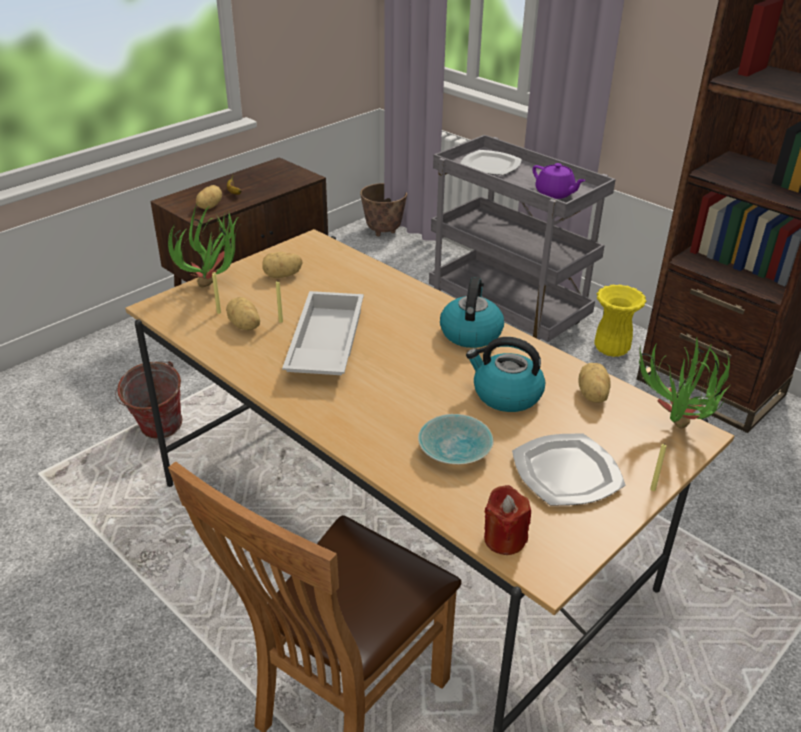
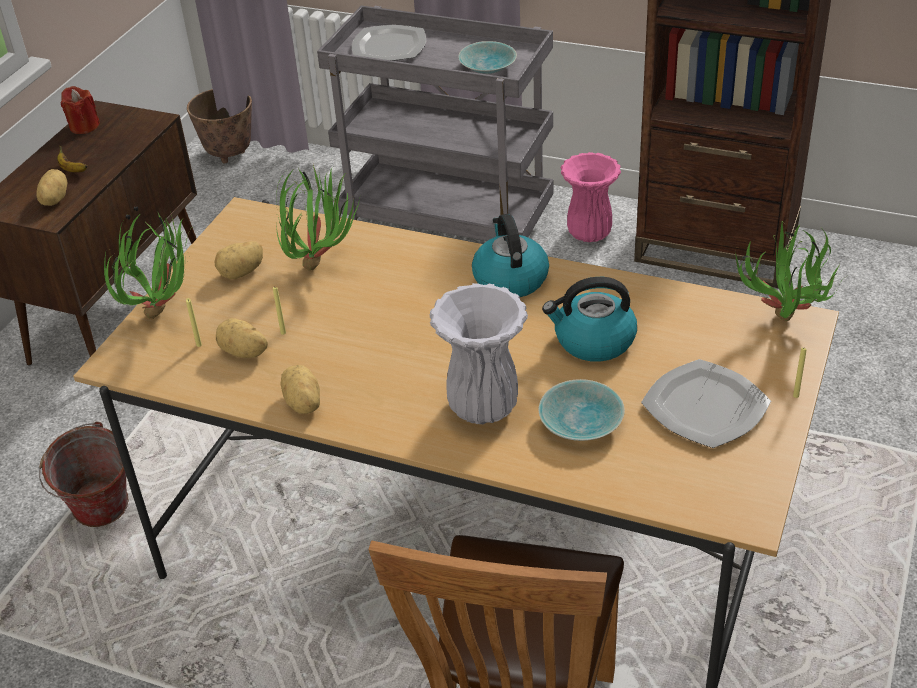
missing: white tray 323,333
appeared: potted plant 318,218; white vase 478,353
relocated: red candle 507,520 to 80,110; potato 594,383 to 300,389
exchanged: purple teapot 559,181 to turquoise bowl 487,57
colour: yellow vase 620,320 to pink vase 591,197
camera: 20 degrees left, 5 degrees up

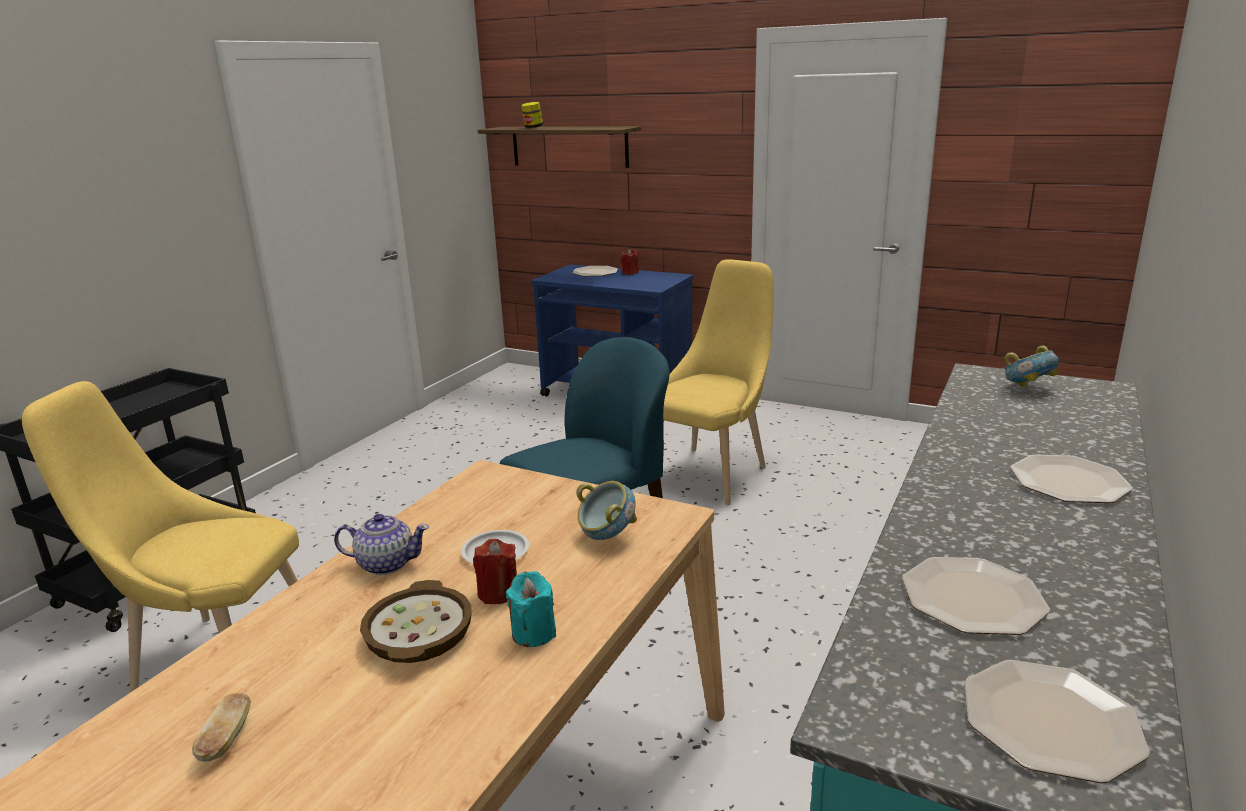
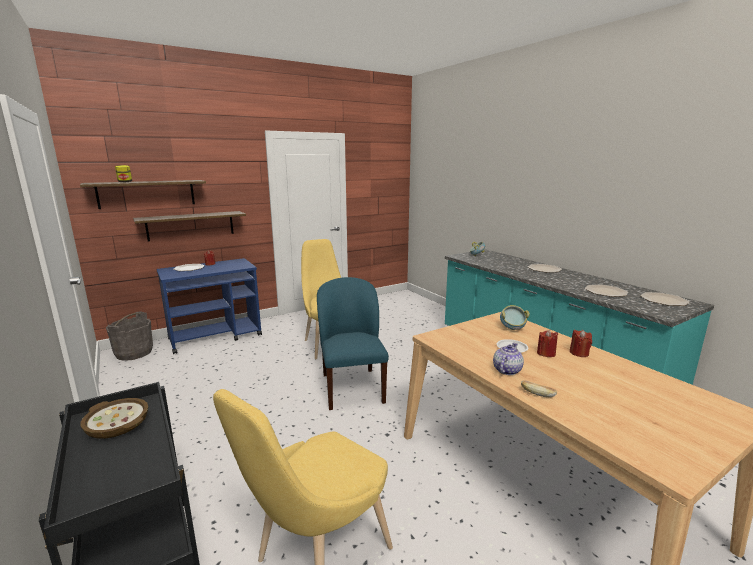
appeared: grey bucket 129,336; shelf 189,226
relocated: bowl 416,621 to 114,418; bread 221,727 to 539,388
colour: turquoise candle 531,609 to red candle 581,343
camera: 60 degrees left, 5 degrees down

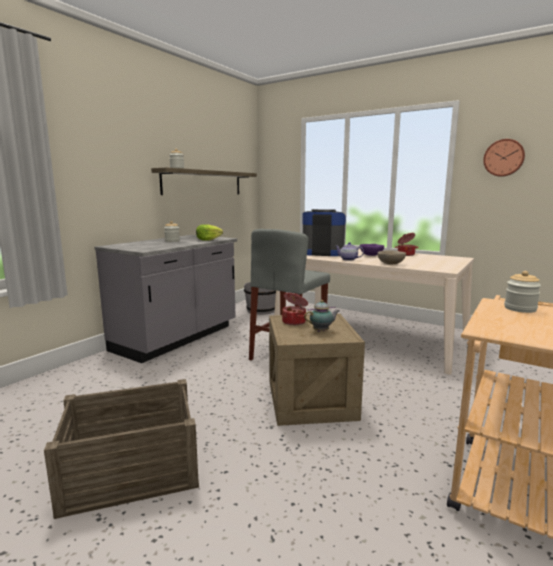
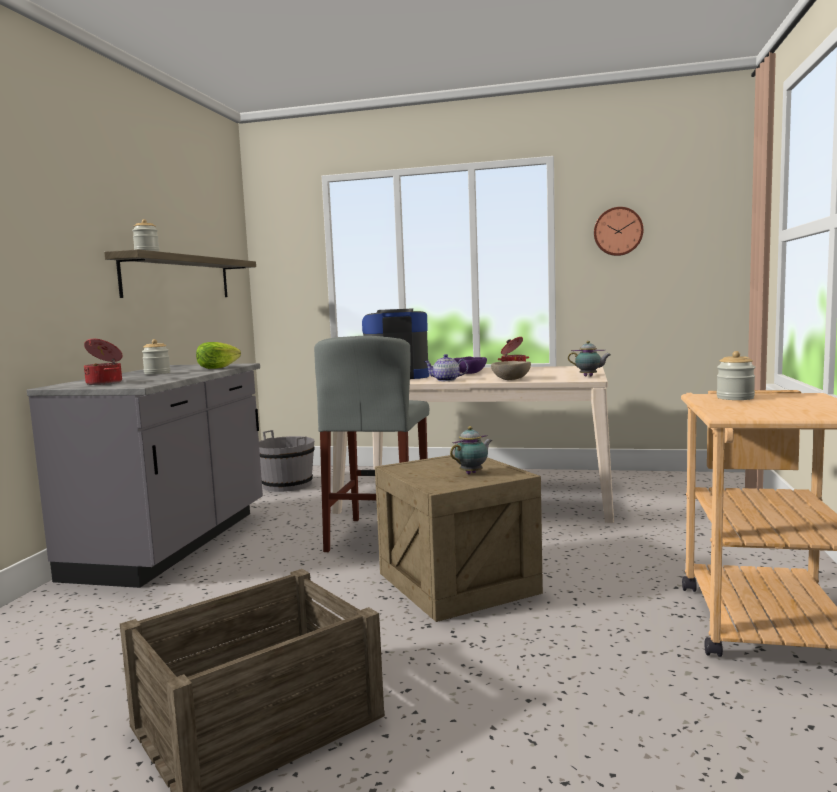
appeared: teapot 589,358
relocated: cooking pot 295,309 to 103,362
camera: 20 degrees left, 5 degrees down

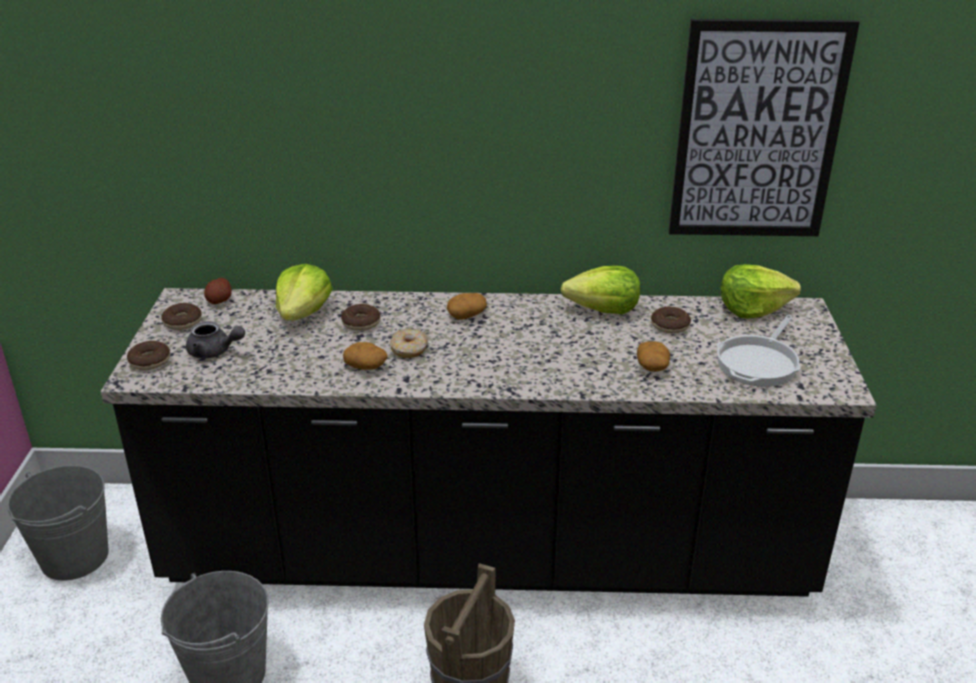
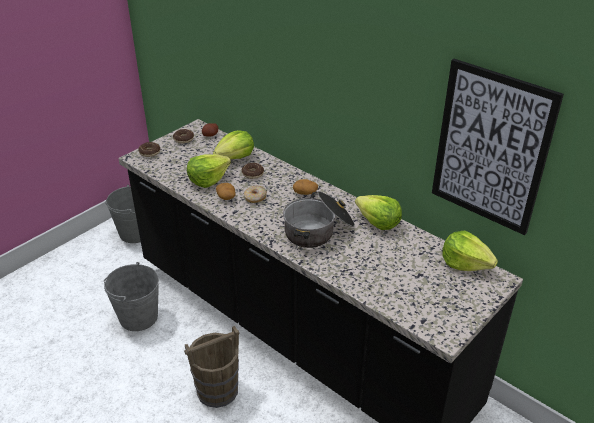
missing: grey teapot 215,339; potato 653,357; donut 671,320; frying pan 759,351
appeared: lettuce 209,171; cooking pot 319,220
camera: 40 degrees right, 5 degrees up

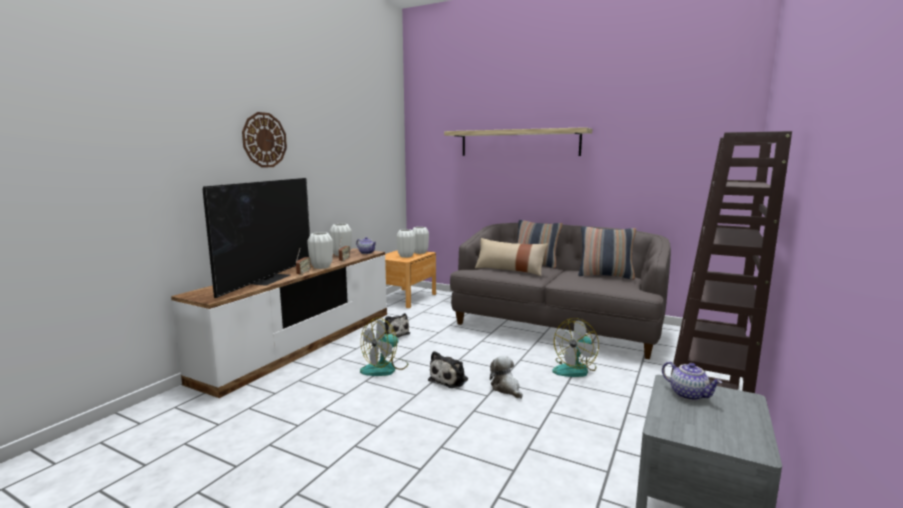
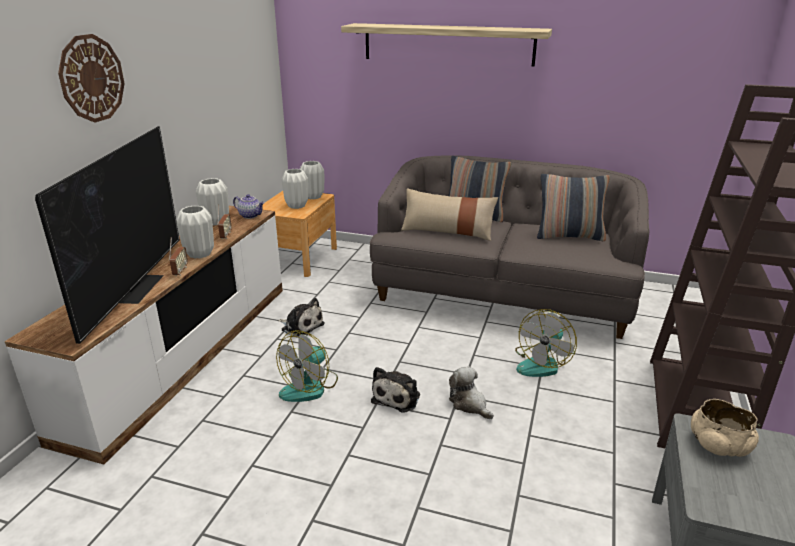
exchanged: teapot 692,381 to beige bowl 725,428
camera: 10 degrees left, 15 degrees up

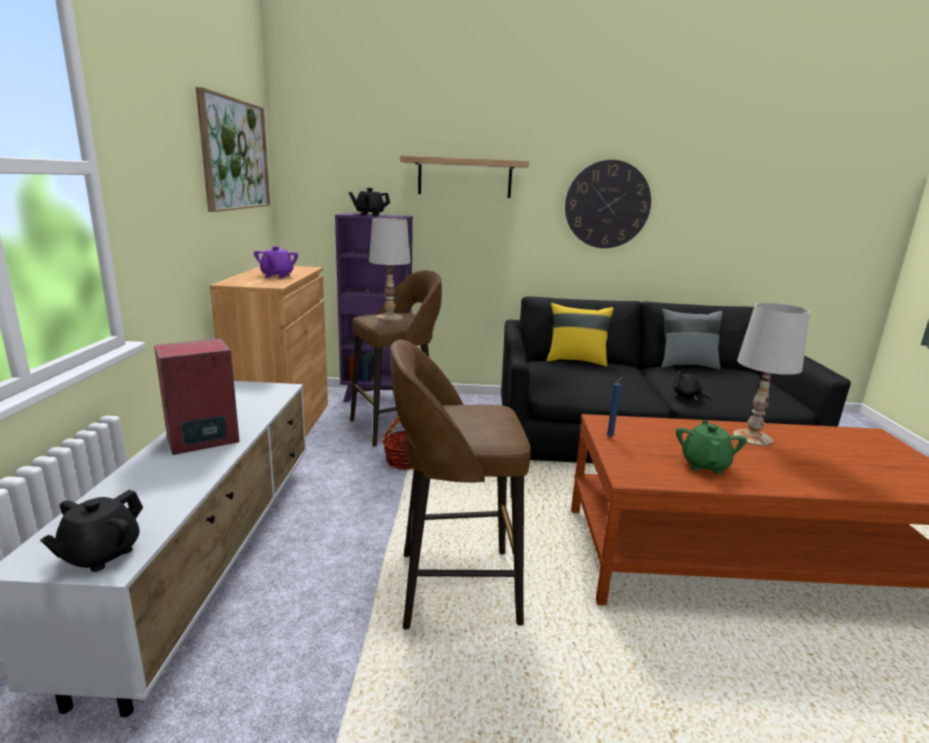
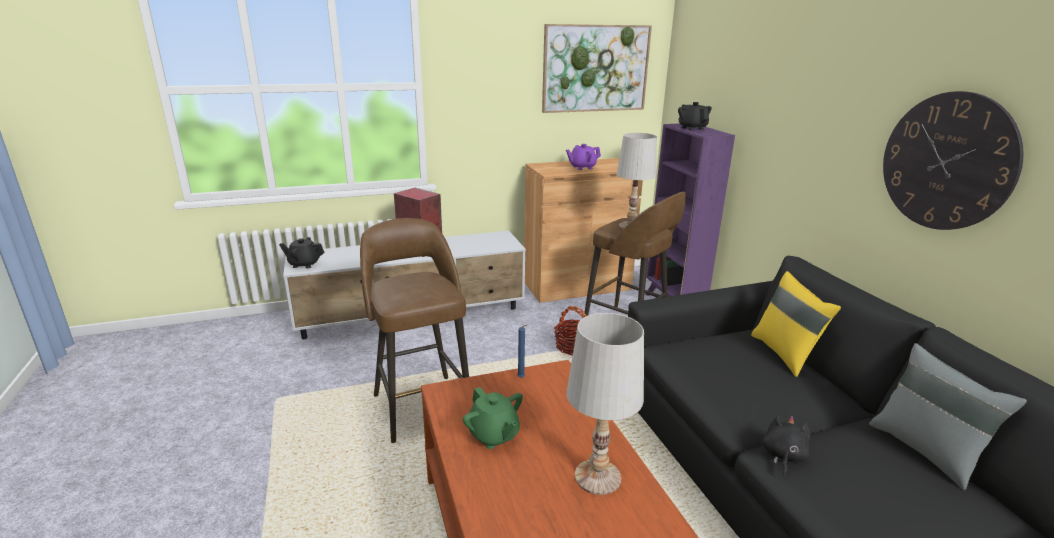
missing: shelf 464,176
spun: green teapot 711,447 = 493,418 60 degrees clockwise
camera: 70 degrees right, 5 degrees up

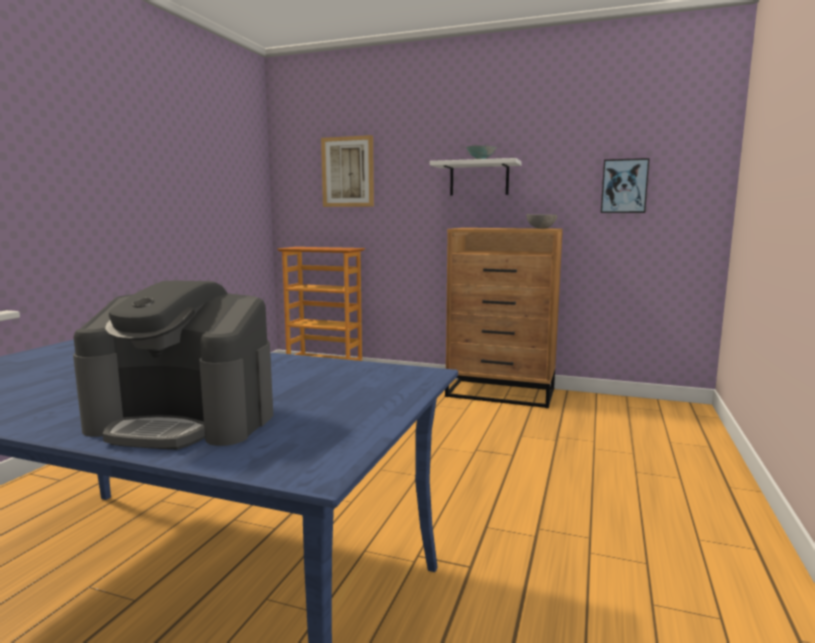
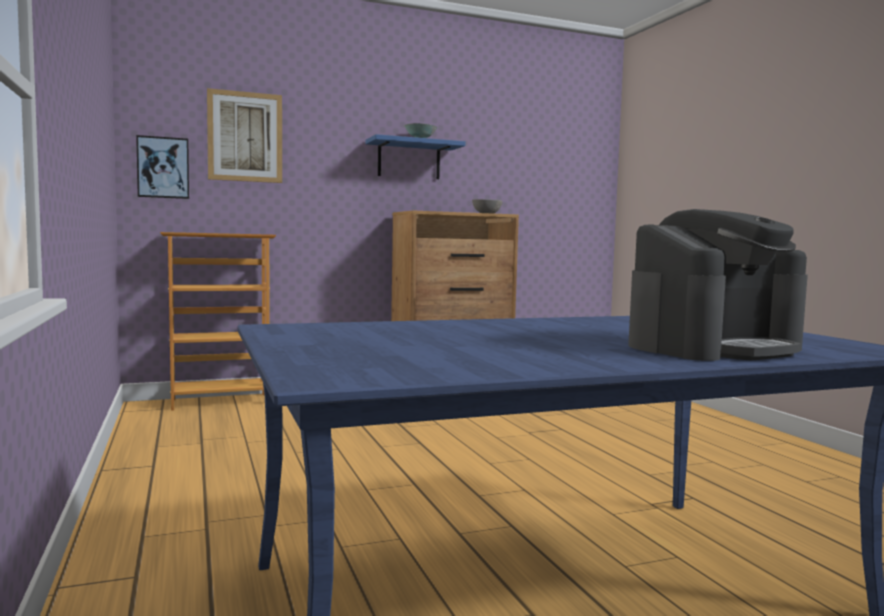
relocated: picture 625,185 to 162,167
colour: white shelf 476,177 to blue shelf 415,156
camera: 40 degrees left, 5 degrees down

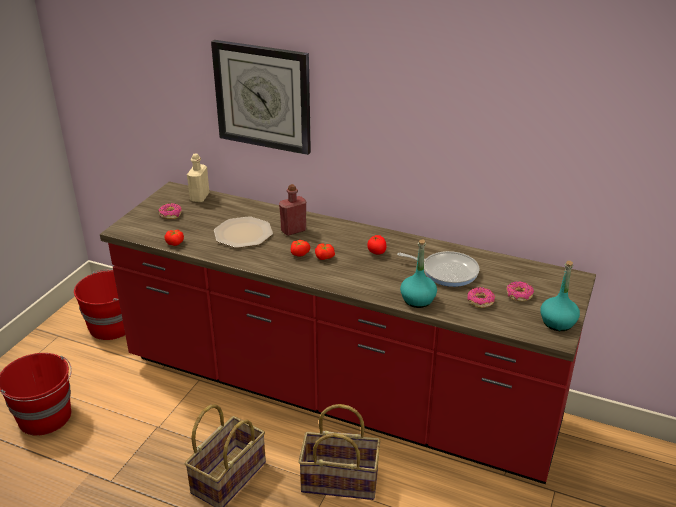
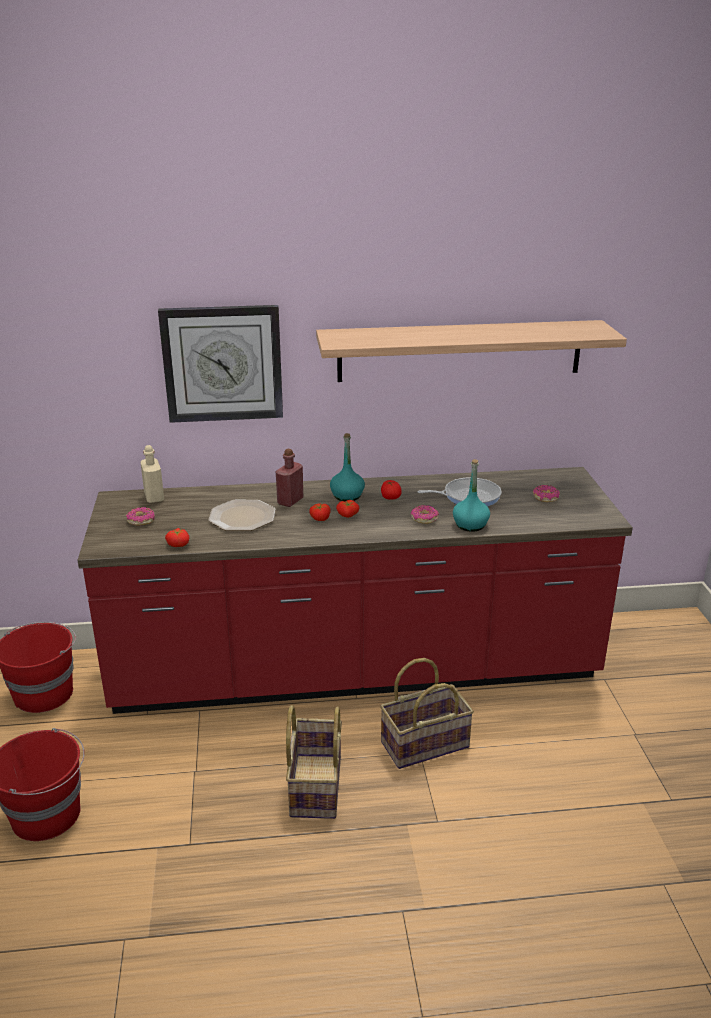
appeared: shelf 471,351
relocated: turquoise bottle 560,296 to 347,467; donut 481,297 to 424,514
camera: 30 degrees left, 5 degrees down

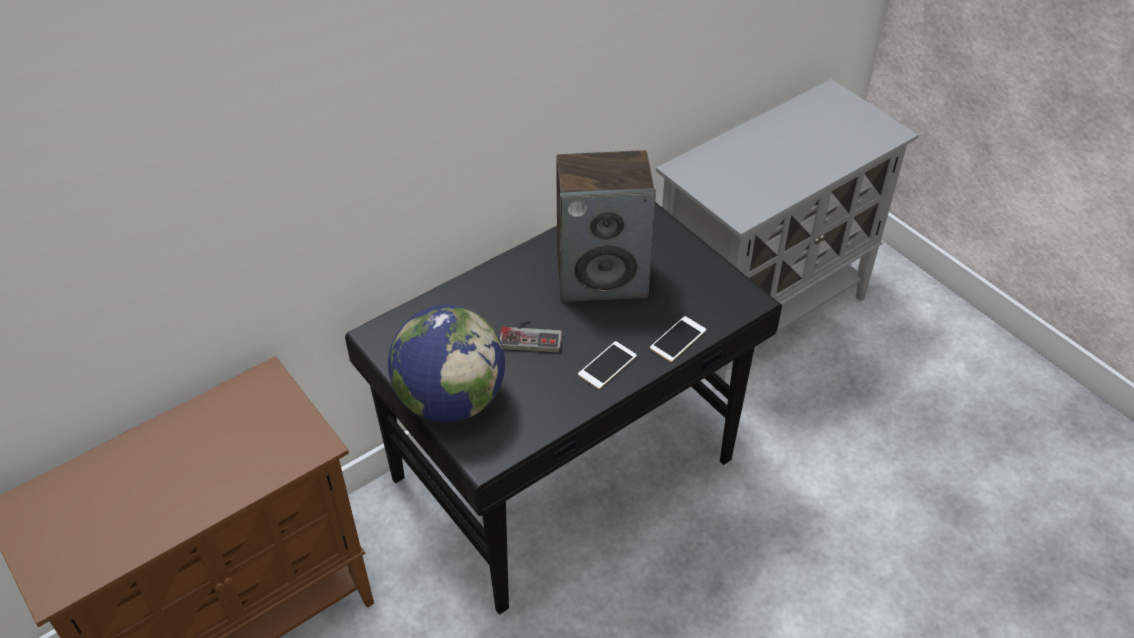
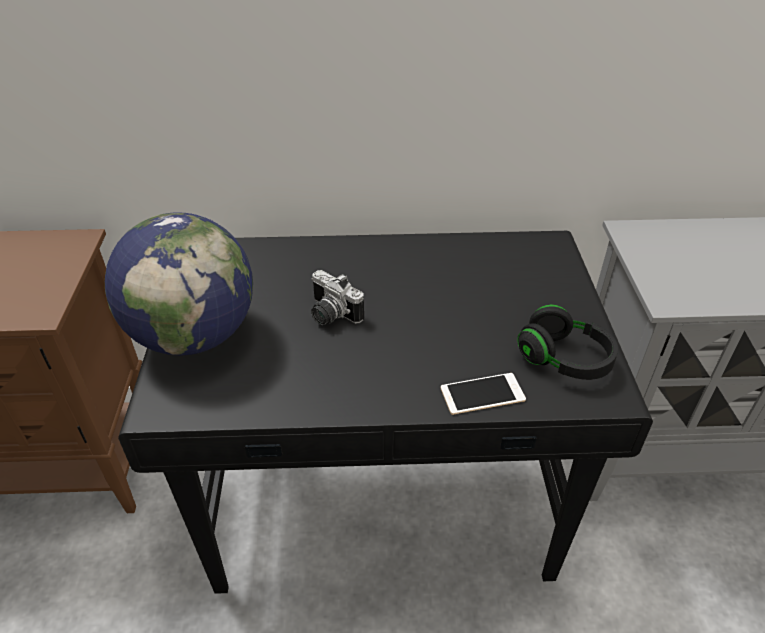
missing: speaker 606,226; phone 607,365
appeared: black headphones 568,342
exchanged: game controller 531,336 to photo camera 337,297
camera: 35 degrees right, 5 degrees down

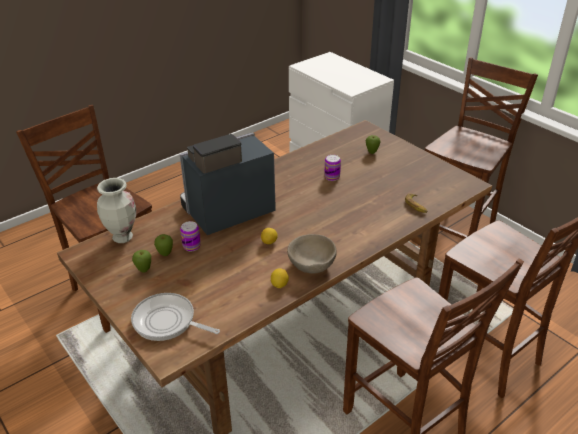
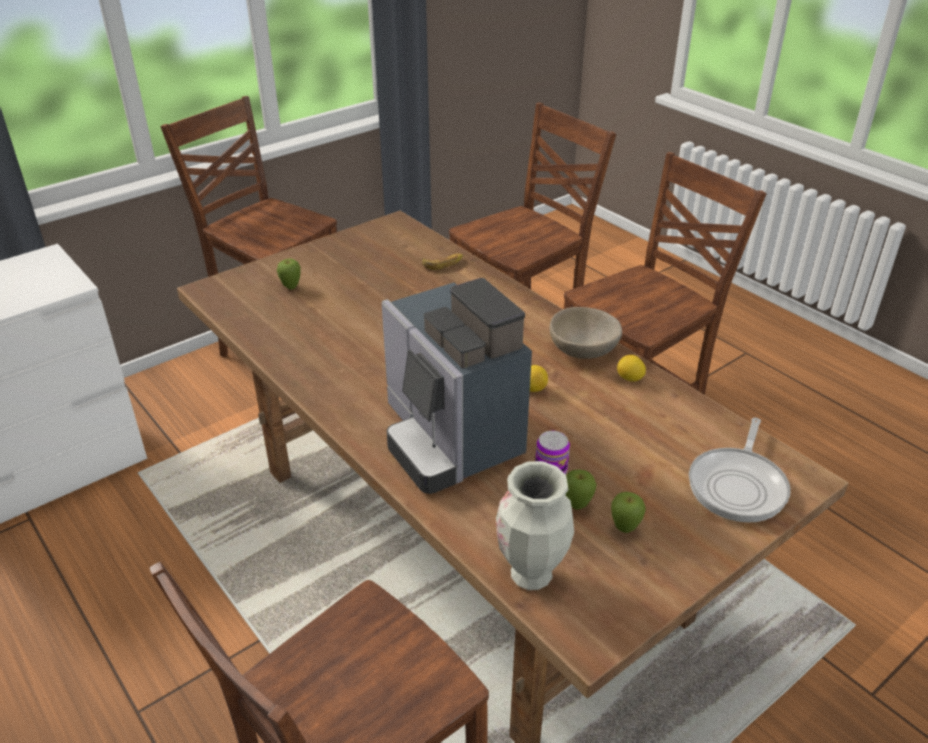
missing: can 332,168
camera: 90 degrees left, 0 degrees up

